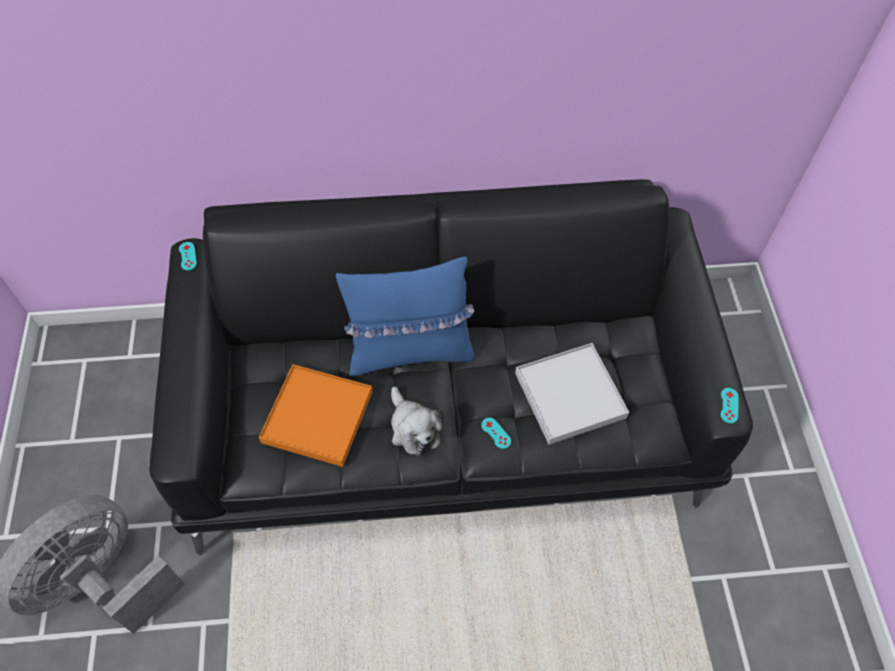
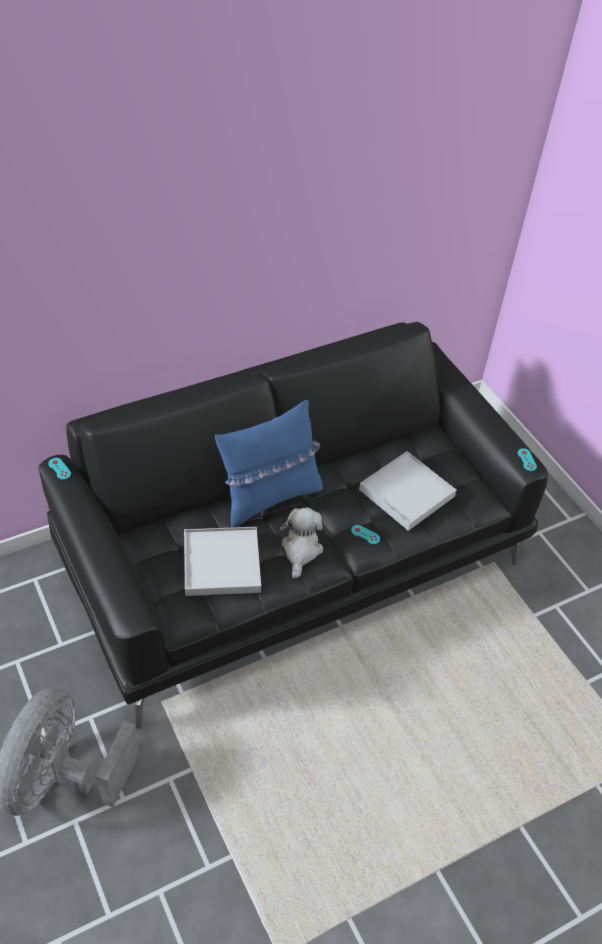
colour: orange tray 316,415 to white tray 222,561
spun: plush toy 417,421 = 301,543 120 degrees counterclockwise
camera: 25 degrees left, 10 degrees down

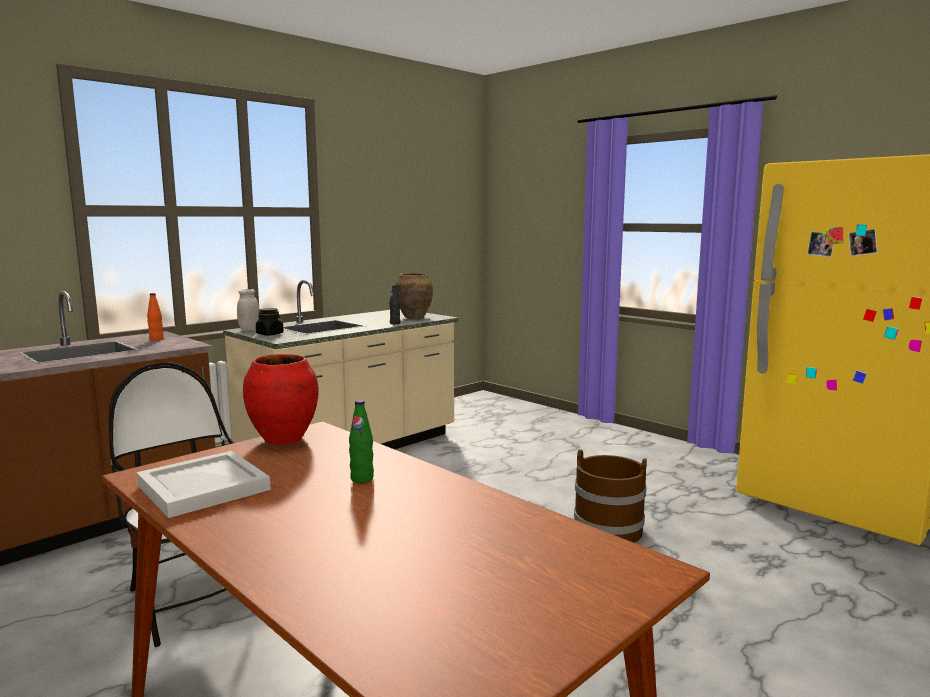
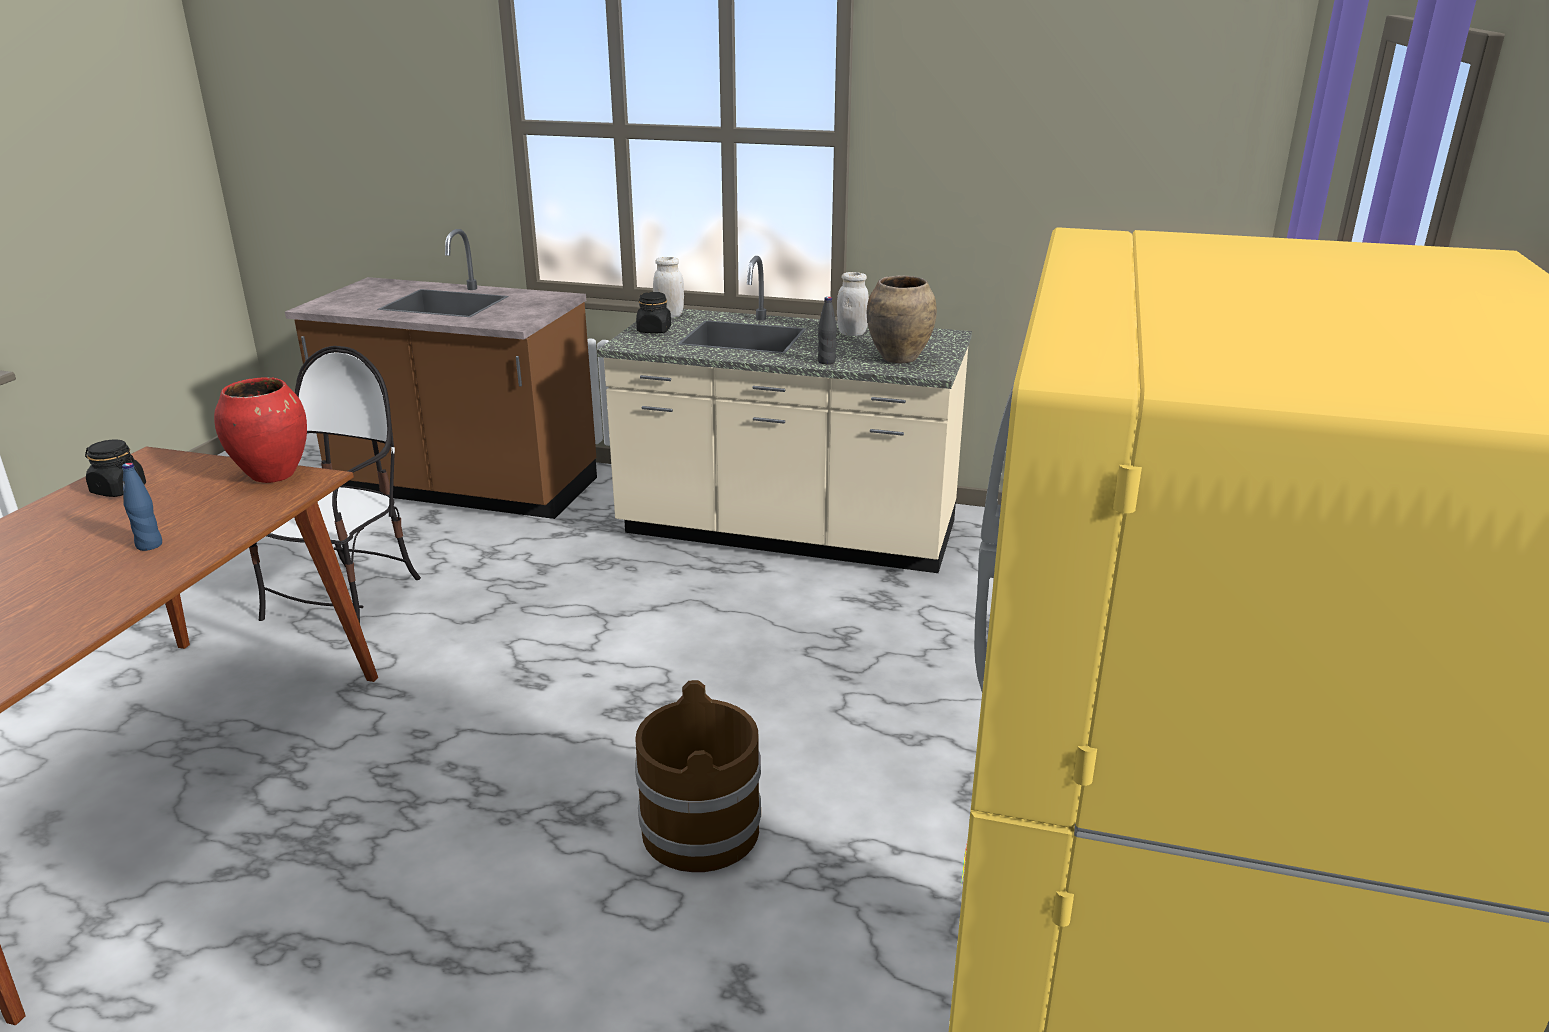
missing: orange bottle 155,316
appeared: white jar 853,304
exchanged: white tray 203,484 to black jar 115,468
colour: green bottle 361,441 to blue bottle 142,507
camera: 60 degrees right, 15 degrees up

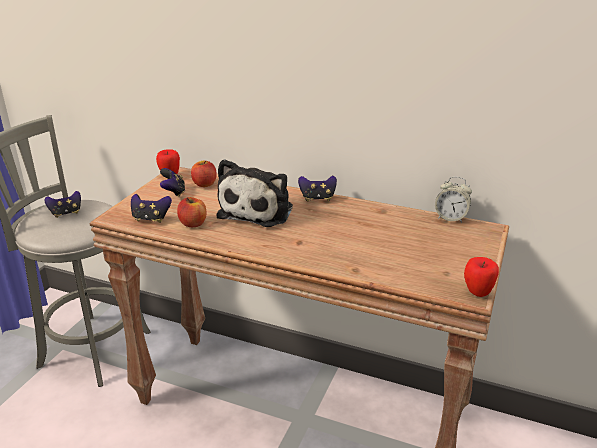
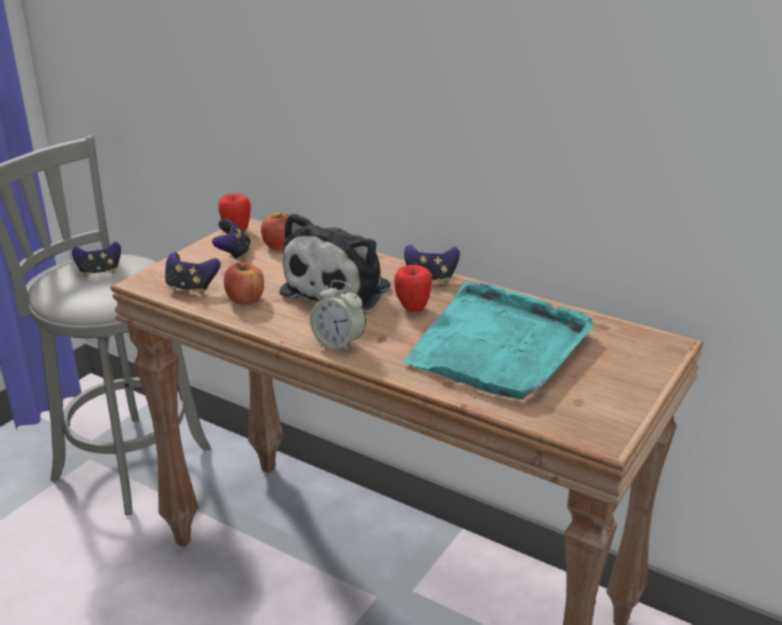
appeared: turquoise tray 498,340
relocated: alarm clock 453,200 to 338,316; apple 481,277 to 413,288
camera: 10 degrees right, 0 degrees up

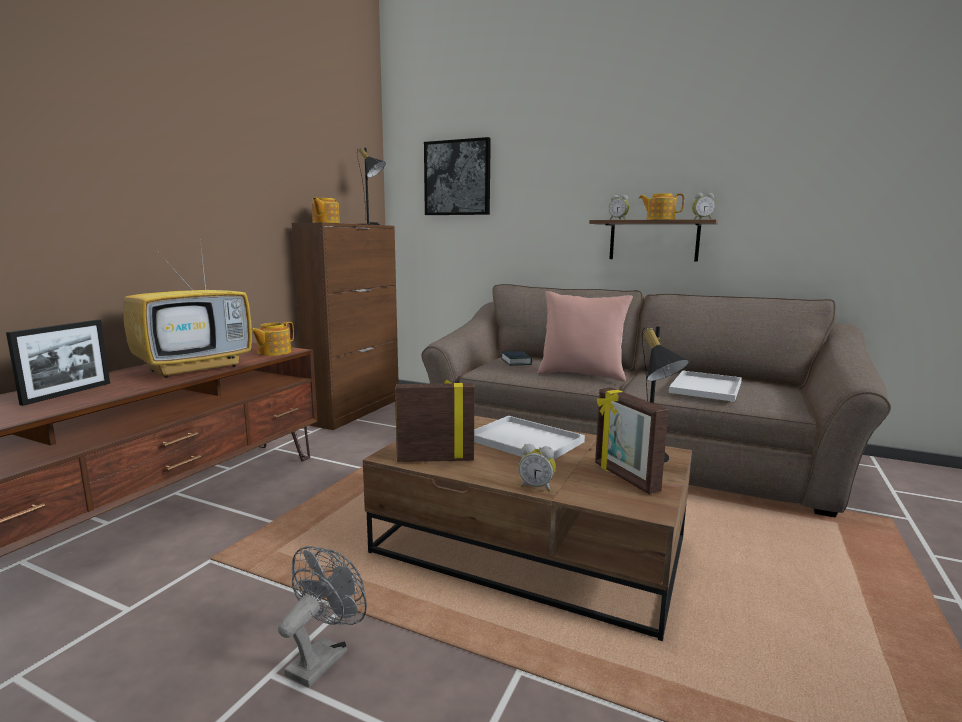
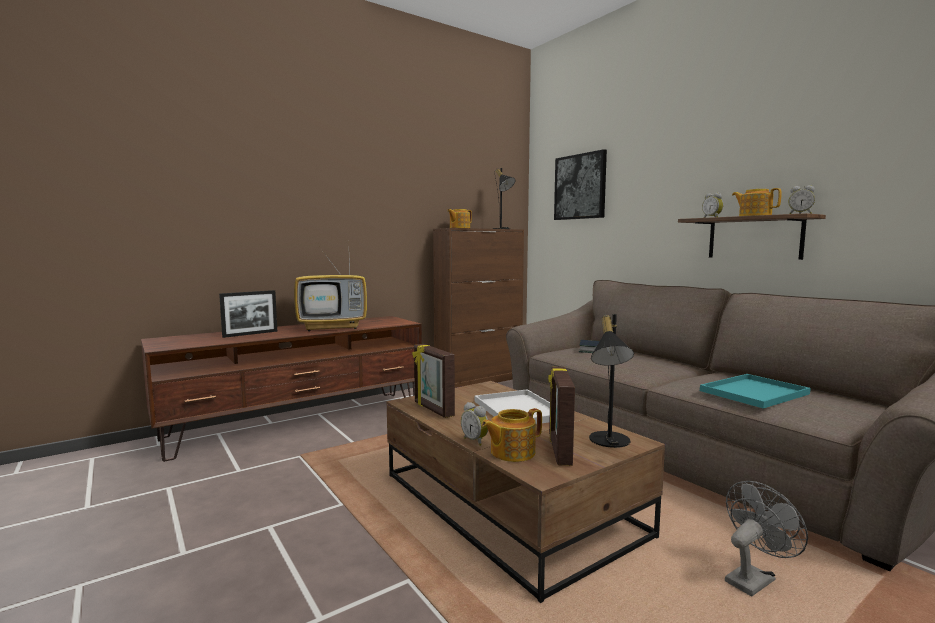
missing: pink pillow 585,336
relocated: teapot 273,338 to 512,435; grey fan 322,617 to 766,538
colour: white tray 705,386 to turquoise tray 755,391
spun: picture frame 435,421 = 433,381 150 degrees counterclockwise
camera: 30 degrees right, 5 degrees down

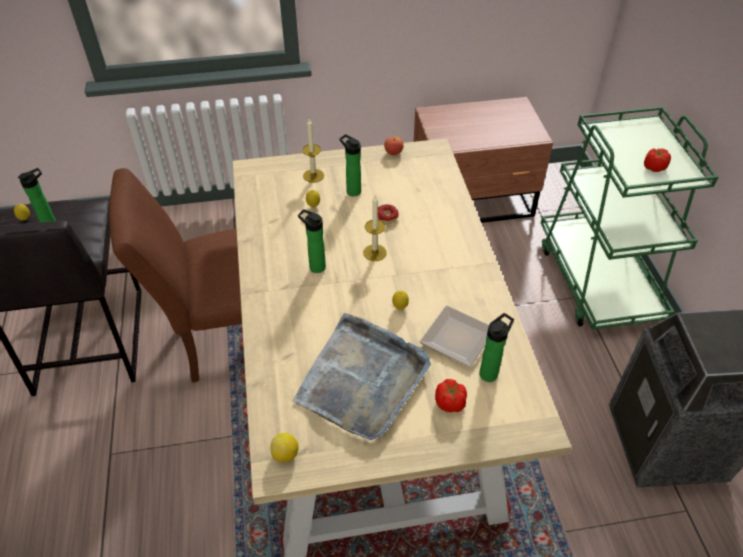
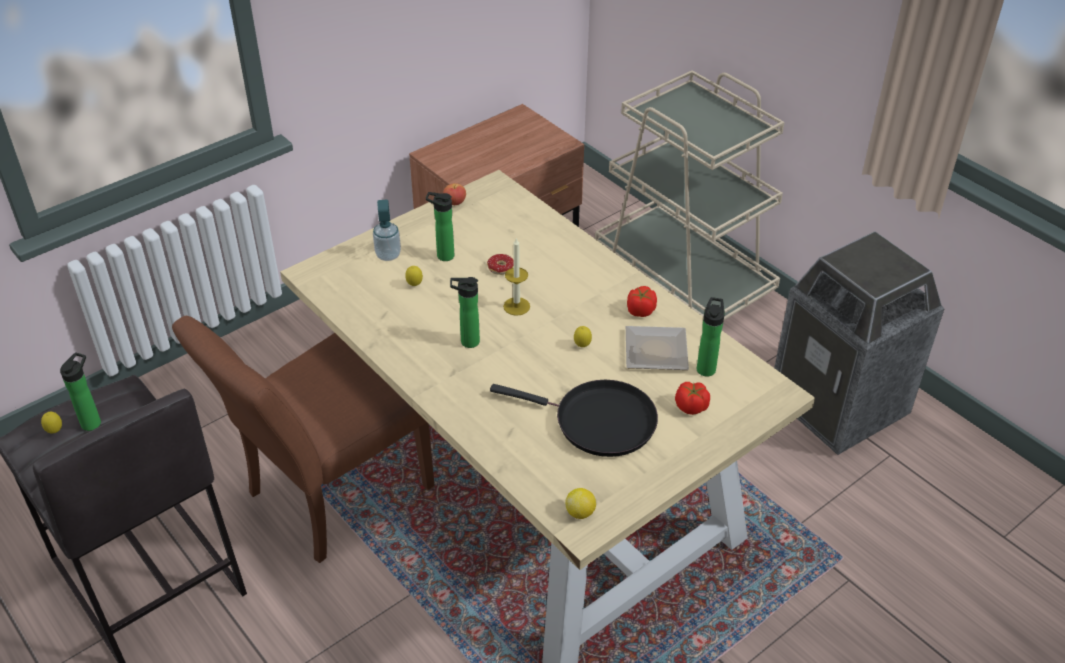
relocated: tomato 657,160 to 642,301
exchanged: candle 313,151 to soap dispenser 387,230; grey tray 362,376 to black frying pan 574,418
colour: green cart 629,218 to beige cart 690,195
camera: 30 degrees left, 5 degrees down

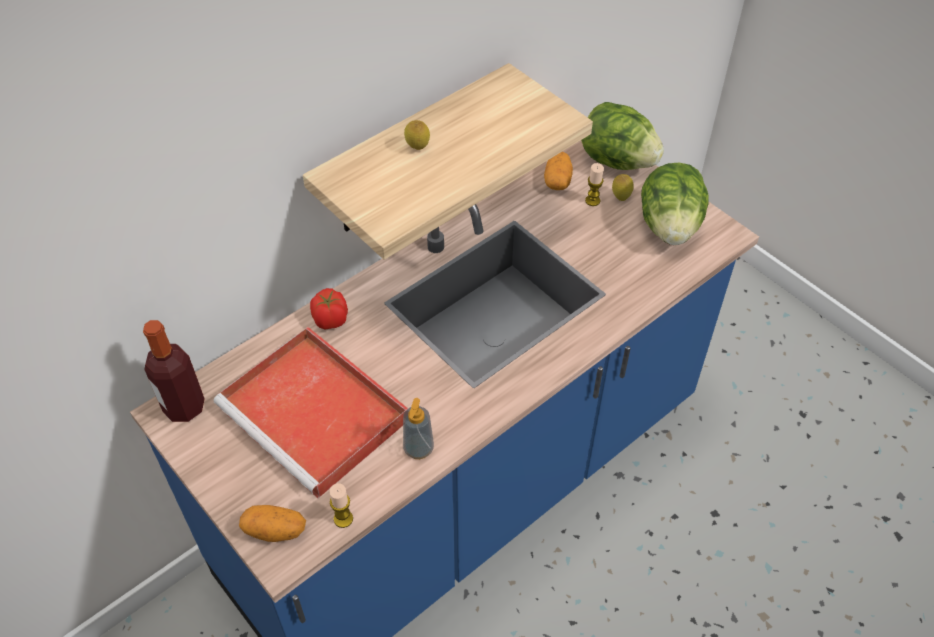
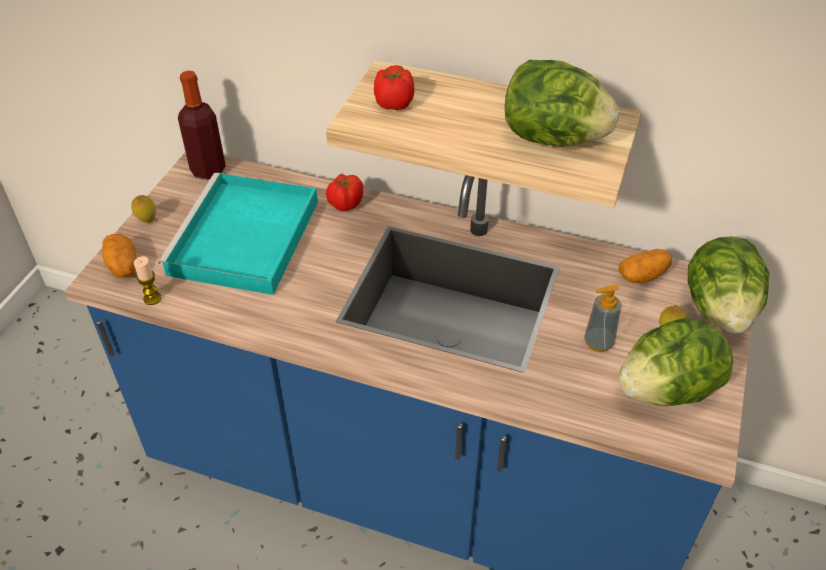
missing: candle 594,184
appeared: tomato 394,87; lettuce 562,103
relocated: lemon 417,135 to 143,209; soap dispenser 418,428 to 603,318
colour: red tray 311,413 to turquoise tray 238,234
camera: 60 degrees right, 5 degrees down

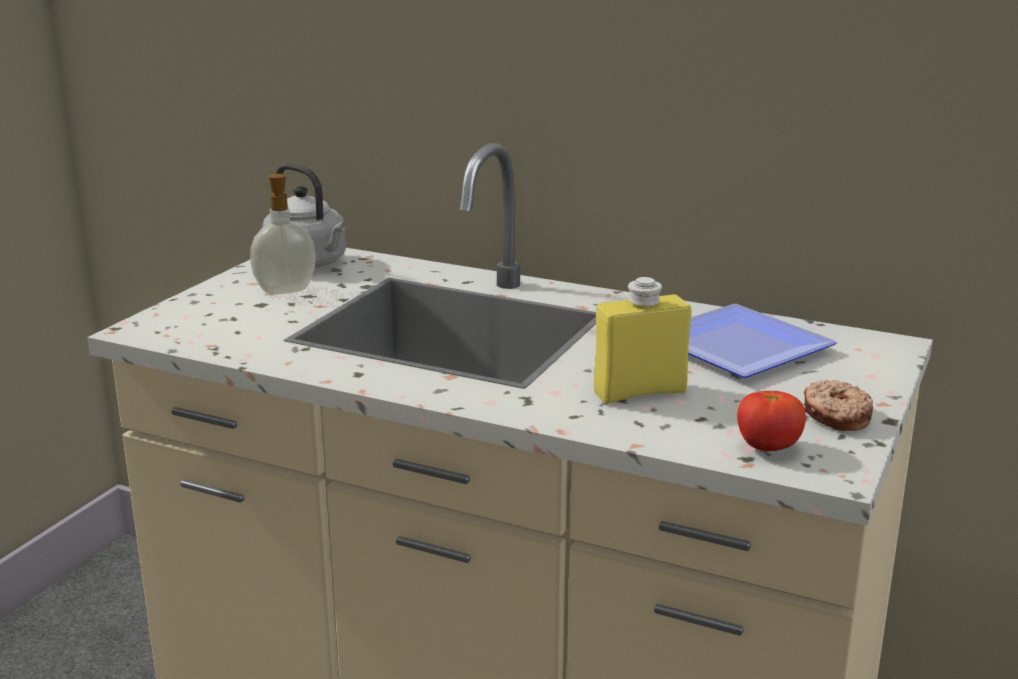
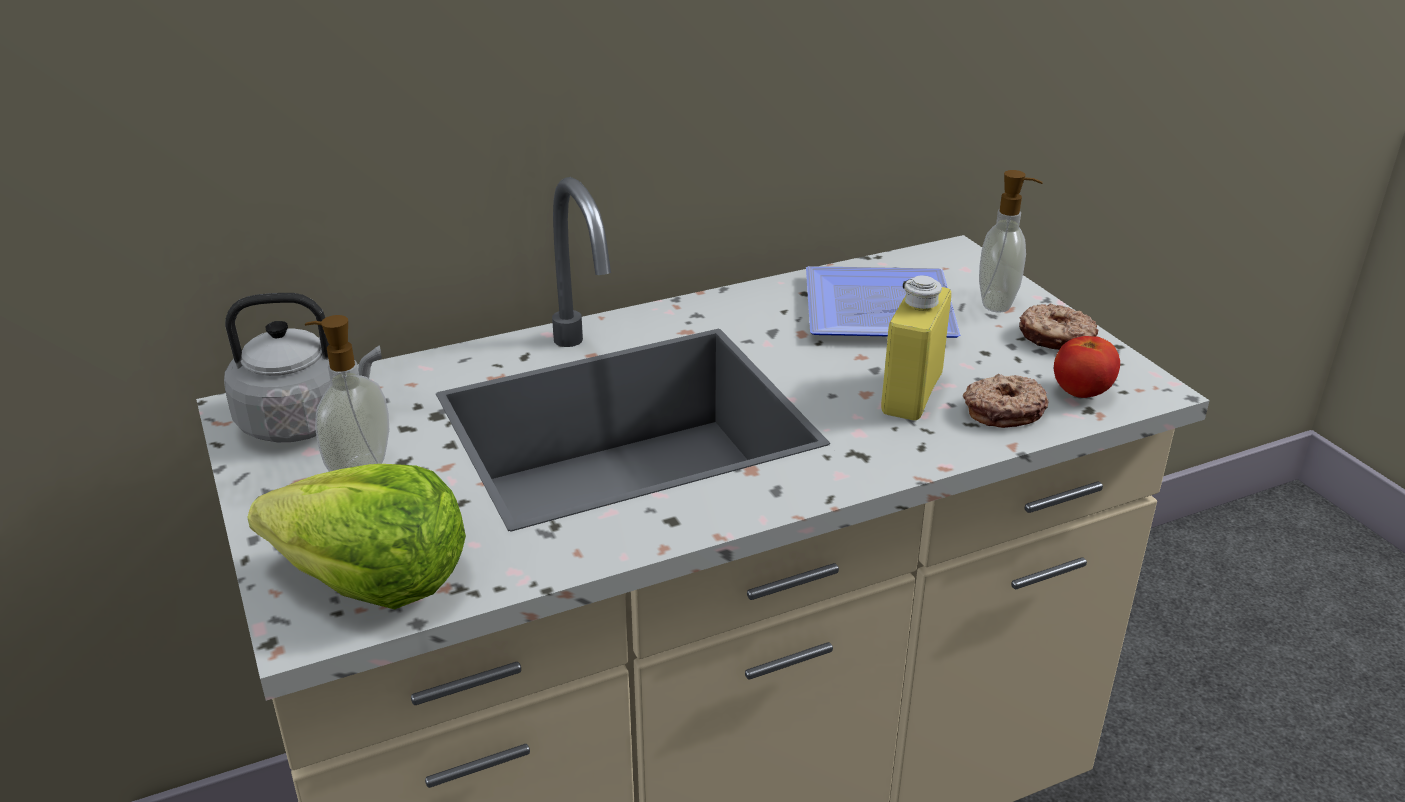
appeared: lettuce 356,537; donut 1005,401; soap dispenser 1011,241
camera: 50 degrees left, 10 degrees up

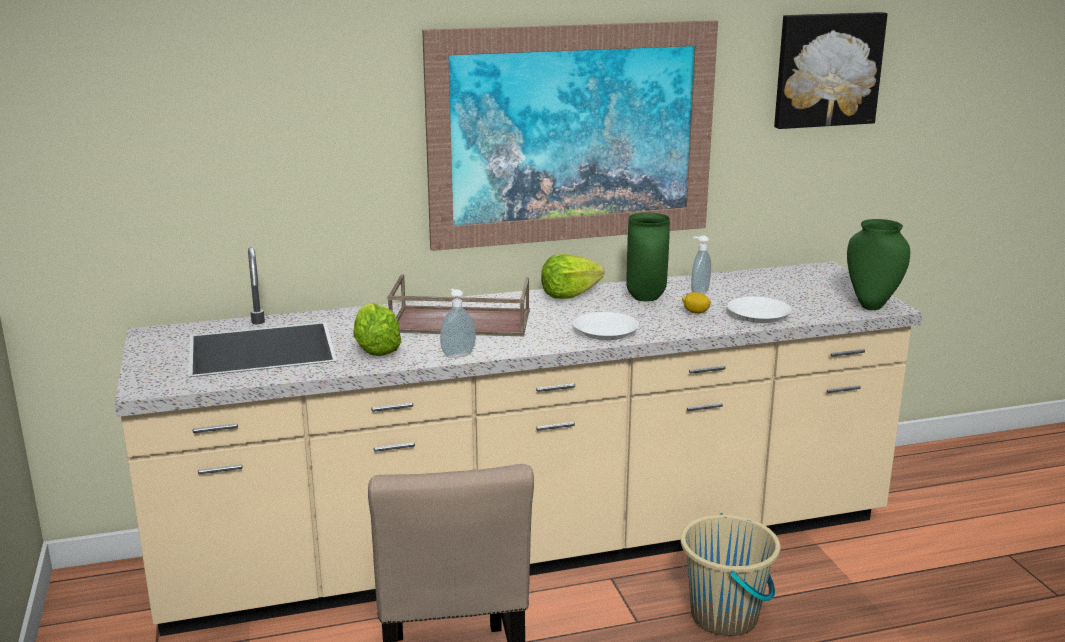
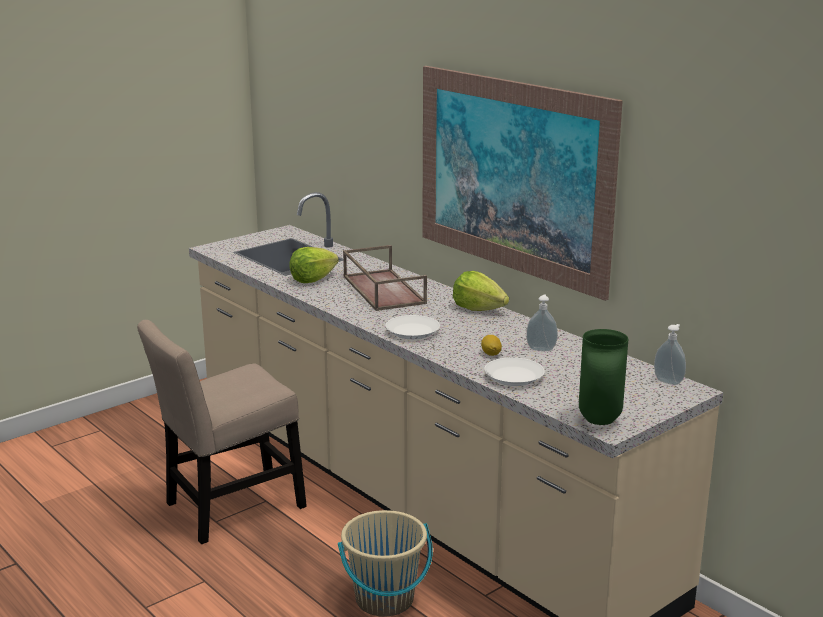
missing: green vase 648,257; picture 830,70
relocated: soap dispenser 458,323 to 670,354
camera: 65 degrees right, 0 degrees up

